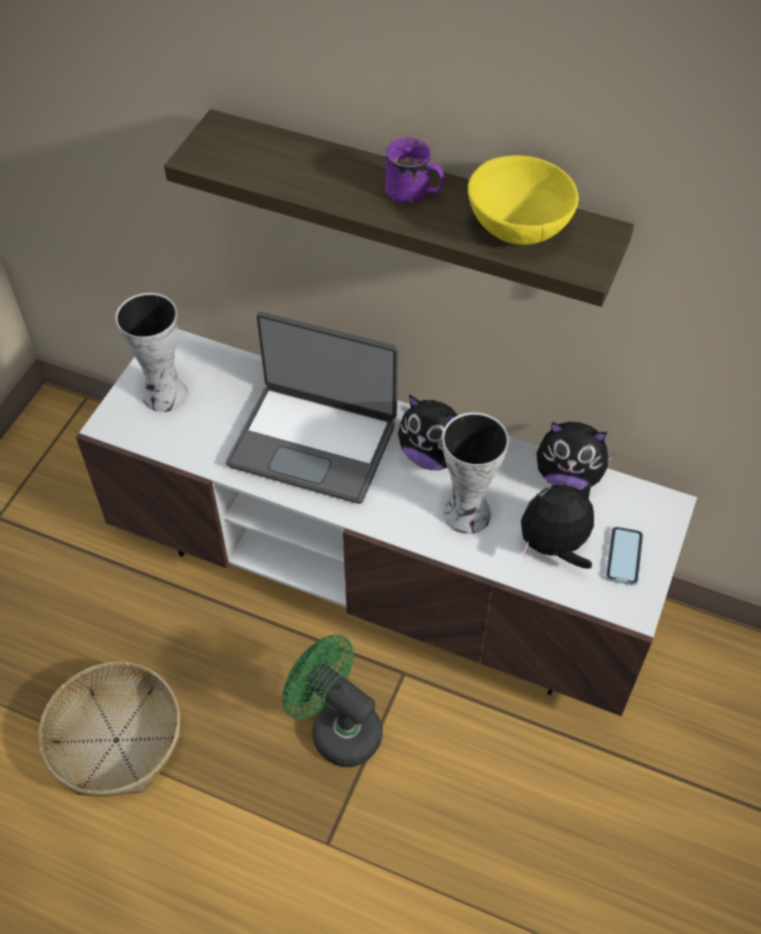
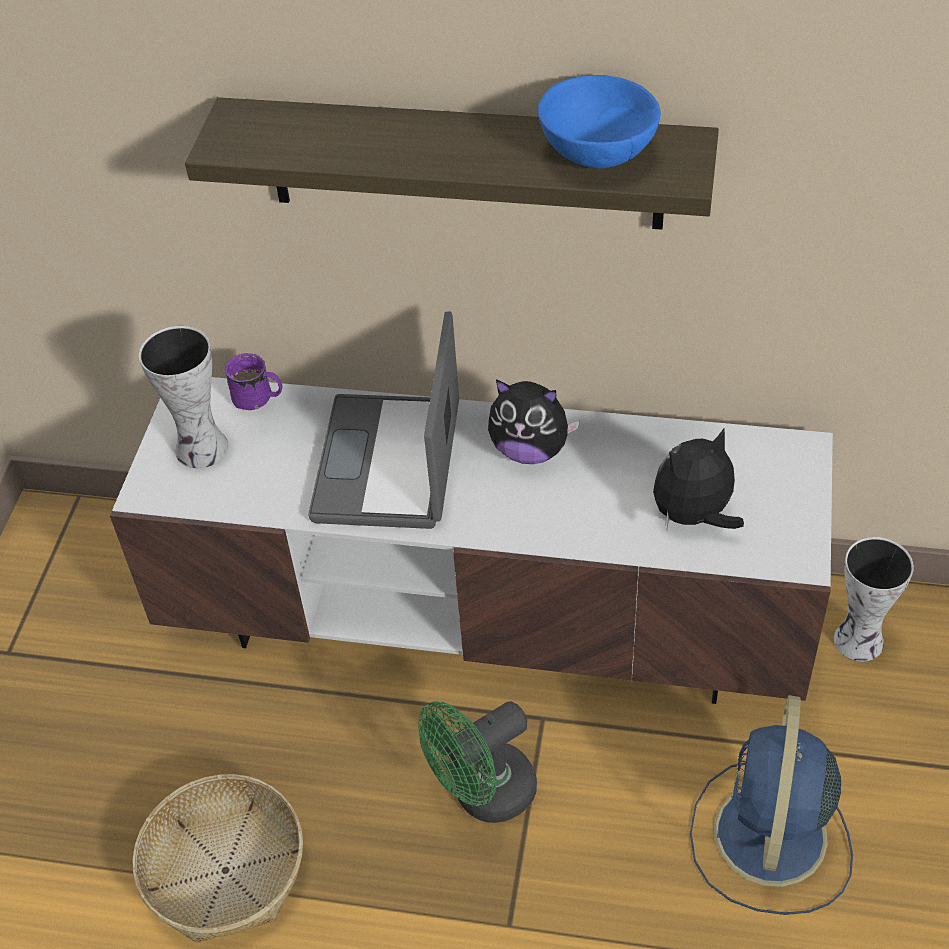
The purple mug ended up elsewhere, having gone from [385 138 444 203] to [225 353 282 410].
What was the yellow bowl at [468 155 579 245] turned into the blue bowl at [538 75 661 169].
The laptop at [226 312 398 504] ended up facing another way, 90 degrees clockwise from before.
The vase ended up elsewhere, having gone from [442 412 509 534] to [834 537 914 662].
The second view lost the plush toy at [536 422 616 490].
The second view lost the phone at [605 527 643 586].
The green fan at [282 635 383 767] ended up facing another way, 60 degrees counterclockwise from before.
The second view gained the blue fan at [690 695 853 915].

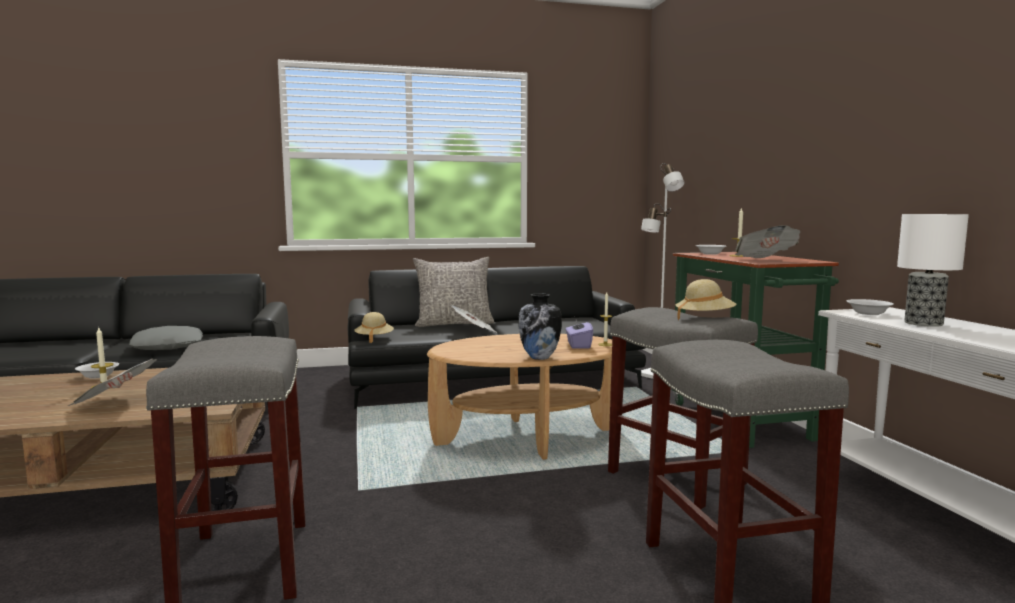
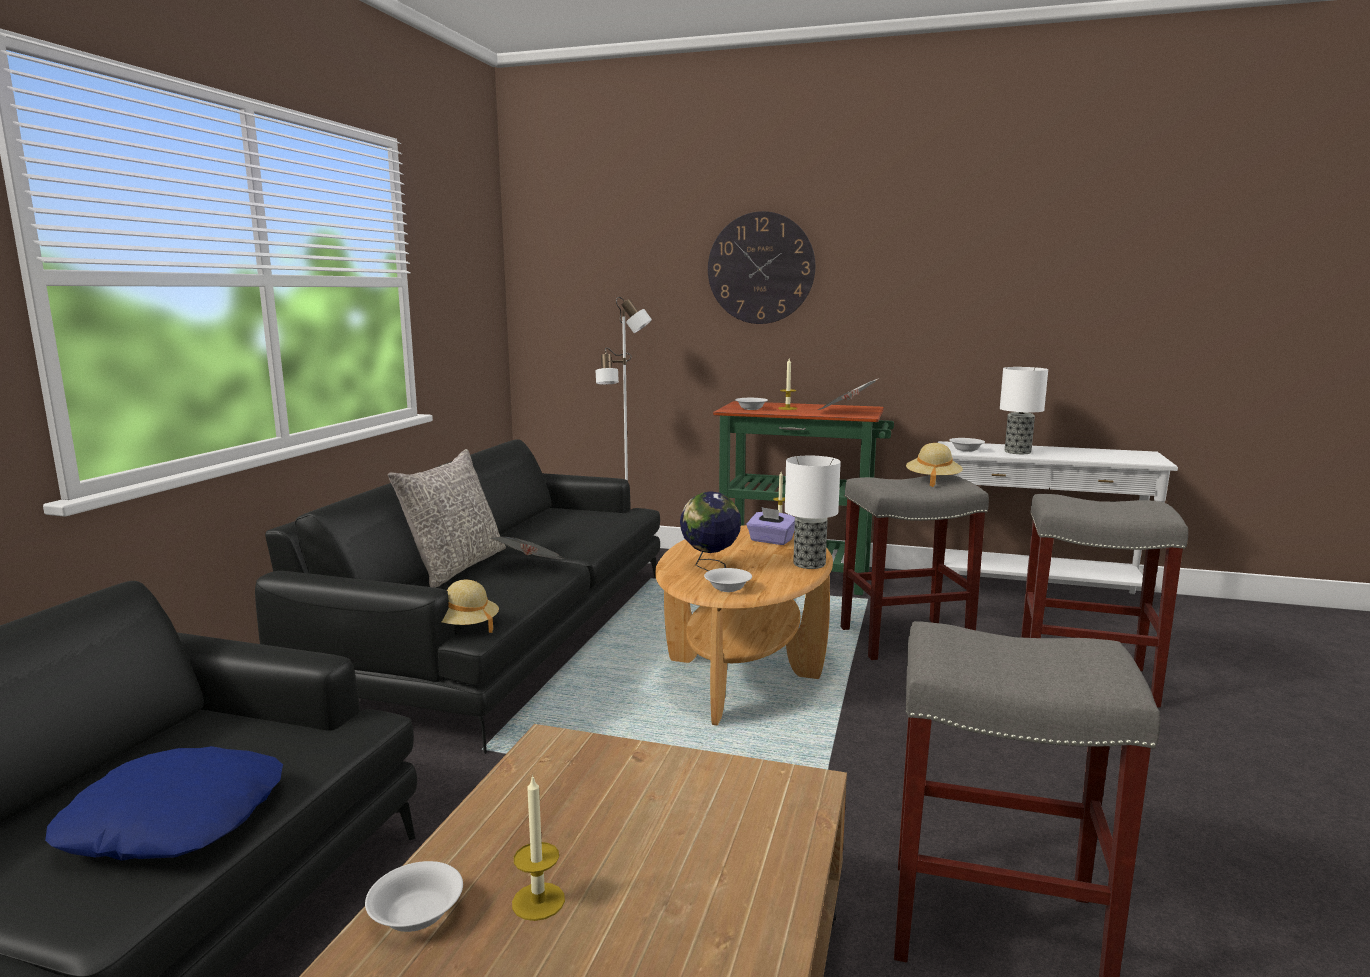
Where the vase stood at [519 294 562 360], the table lamp came to stand at [785 456 841 569].
What was the grey pillow at [129 326 203 350] turned into the blue pillow at [45 746 283 861].
The second view lost the newspaper at [68 359 157 406].
The second view gained the wall clock at [708 211 815 324].
The second view gained the globe at [680 491 741 571].
The second view gained the white bowl at [704 568 752 592].

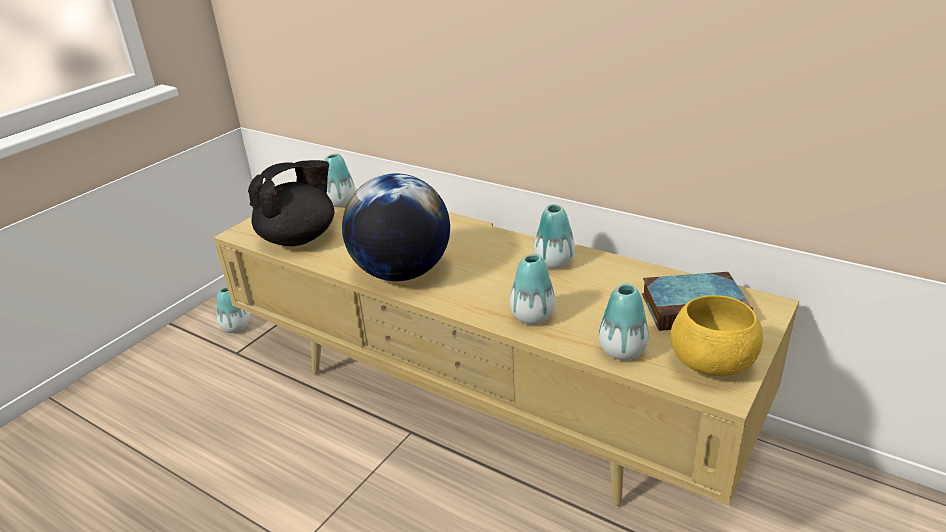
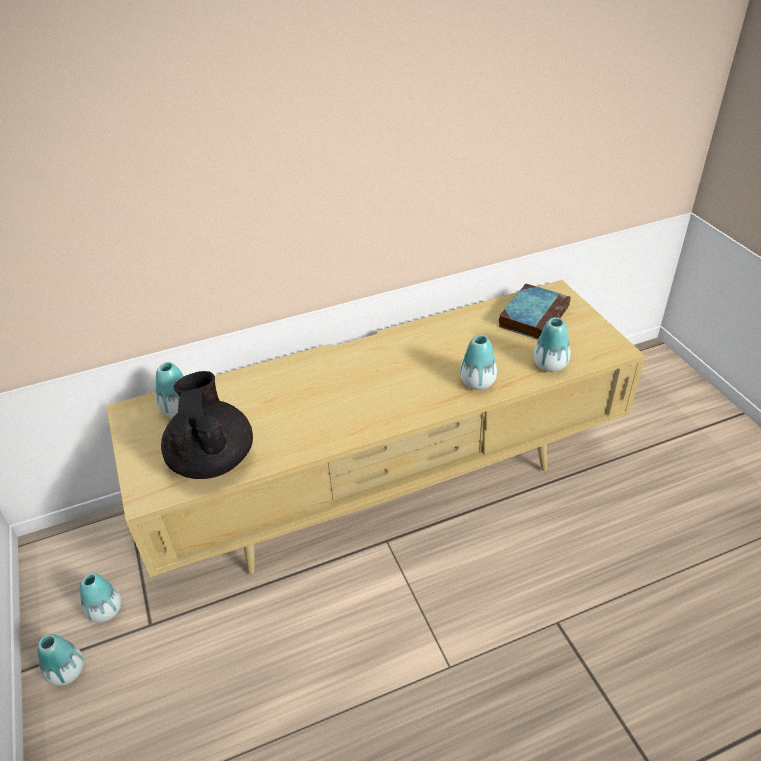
The second view lost the globe at [342 173 450 281].
The vase ended up elsewhere, having gone from [534 204 575 269] to [37 634 84 686].
The second view lost the yellow bowl at [671 295 763 376].

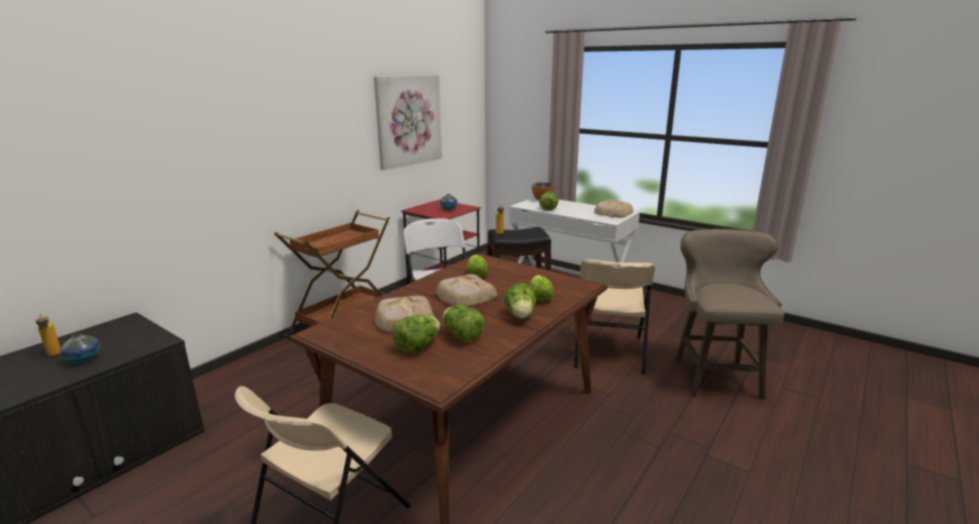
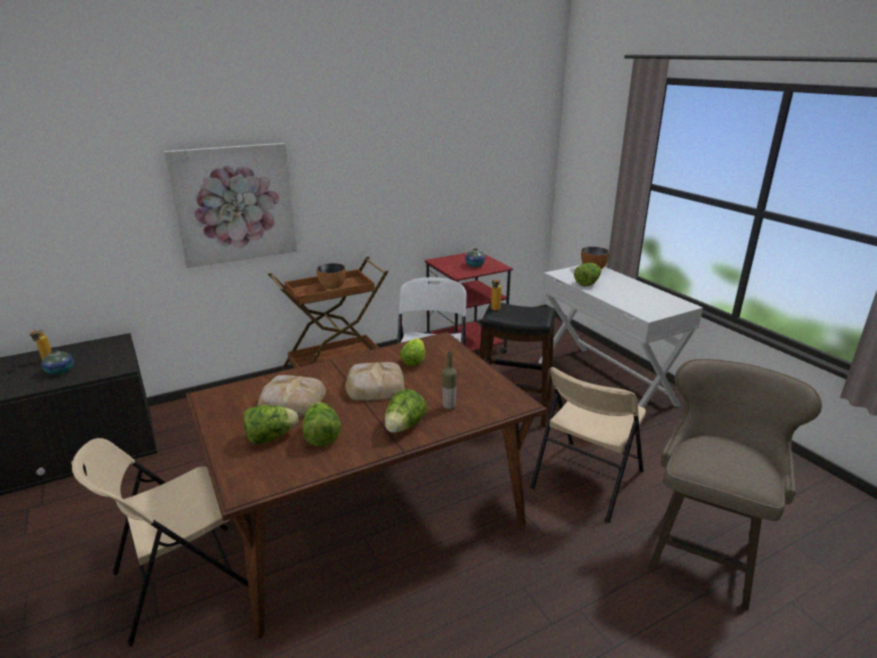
The picture ended up elsewhere, having gone from [374 75 442 170] to [164 143 297 268].
The second view lost the bread at [594 200 633 218].
Where the lettuce stood at [530 275 554 302], the bottle came to stand at [442 351 457 410].
The second view gained the bowl at [316 263 346 289].

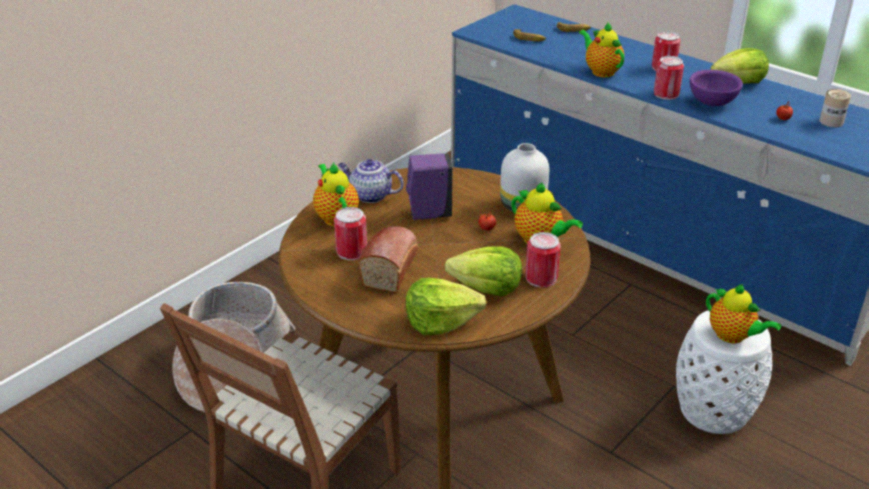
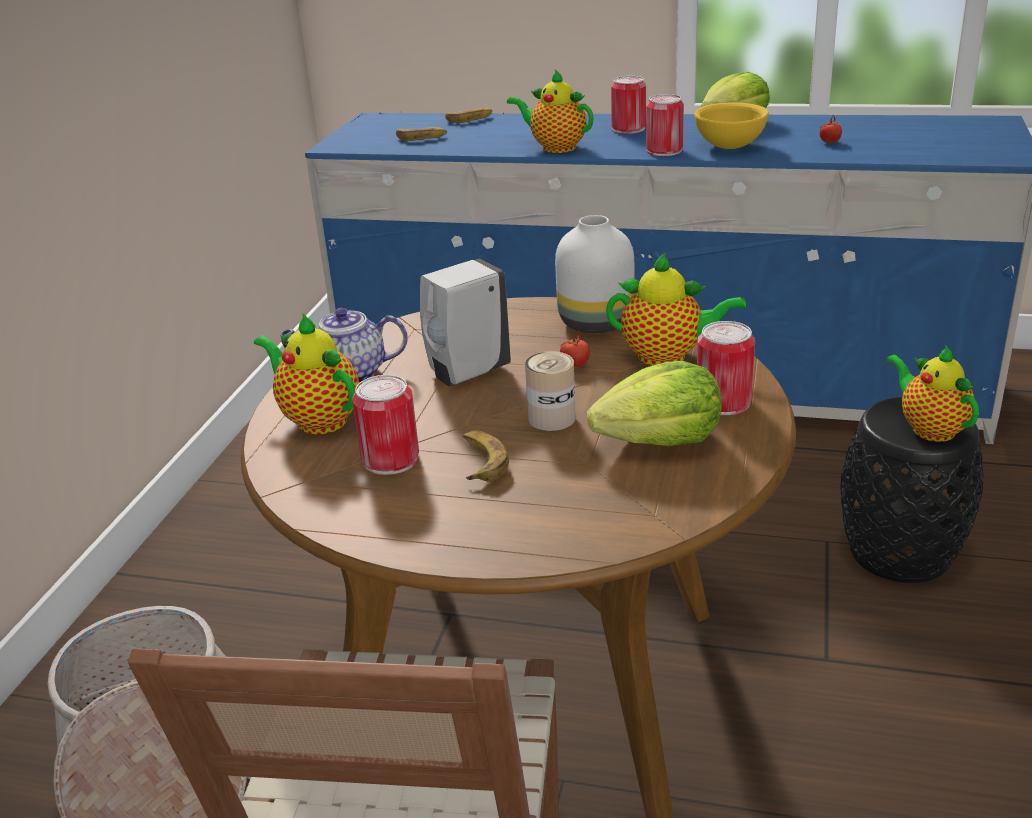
What was the purple bowl at [690 70 743 106] turned into the yellow bowl at [694 103 769 149].
The can ended up elsewhere, having gone from [819 89 851 127] to [525 351 576 431].
What was the purple soap dispenser at [406 153 453 220] turned into the white soap dispenser at [420 259 511 386].
Where the bread stood at [358 226 418 293], the banana came to stand at [463 430 509 481].
The second view lost the lettuce at [406 278 487 335].
The teapot at [706 284 781 343] ended up facing another way, 135 degrees counterclockwise from before.
What was the white stool at [676 310 772 434] turned into the black stool at [841 397 983 583].

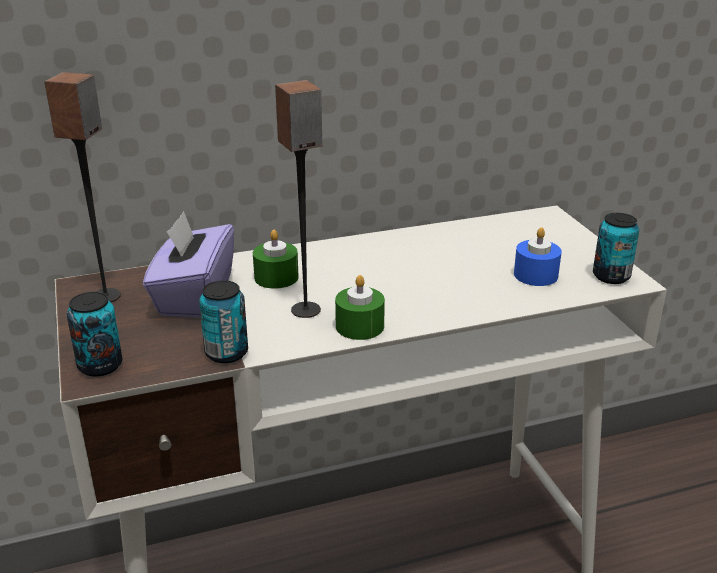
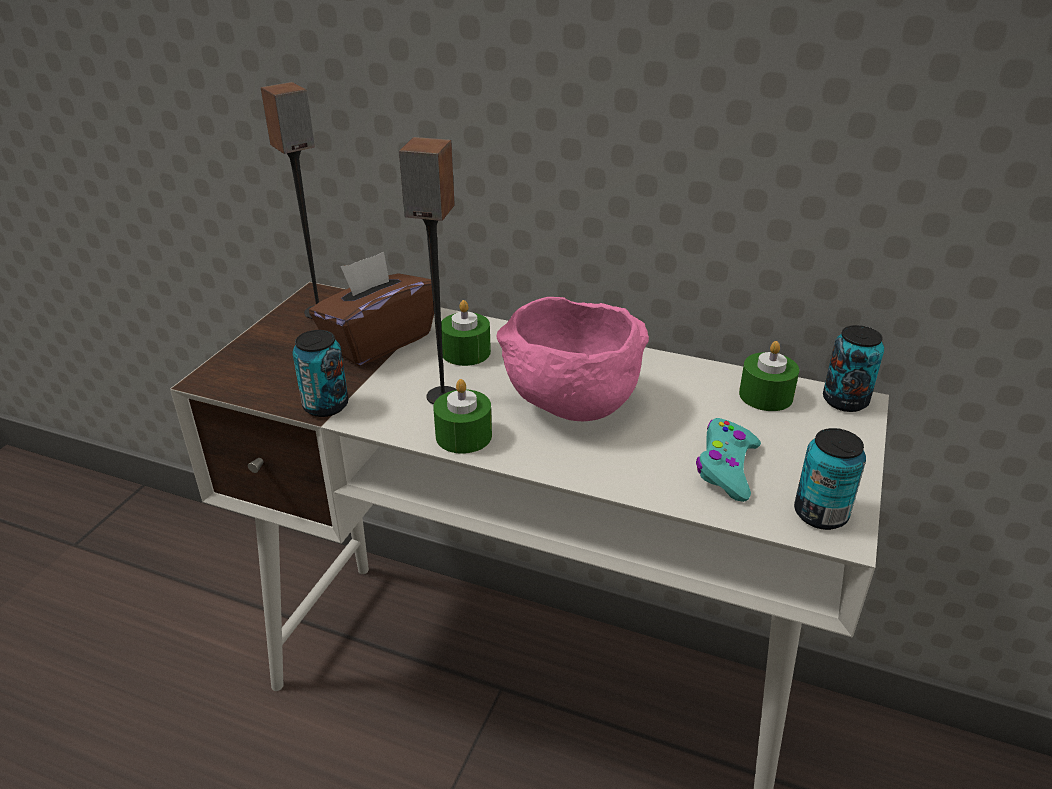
What was the purple tissue box at [143 211 234 317] turned into the brown tissue box at [309 251 434 366].
Where the blue candle stood at [514 227 562 286], the turquoise game controller came to stand at [696 418 761 502].
The can ended up elsewhere, having gone from [67 292 122 377] to [823 325 884 412].
The second view gained the pink bowl at [496 297 649 421].
The second view gained the green candle at [739 341 799 411].

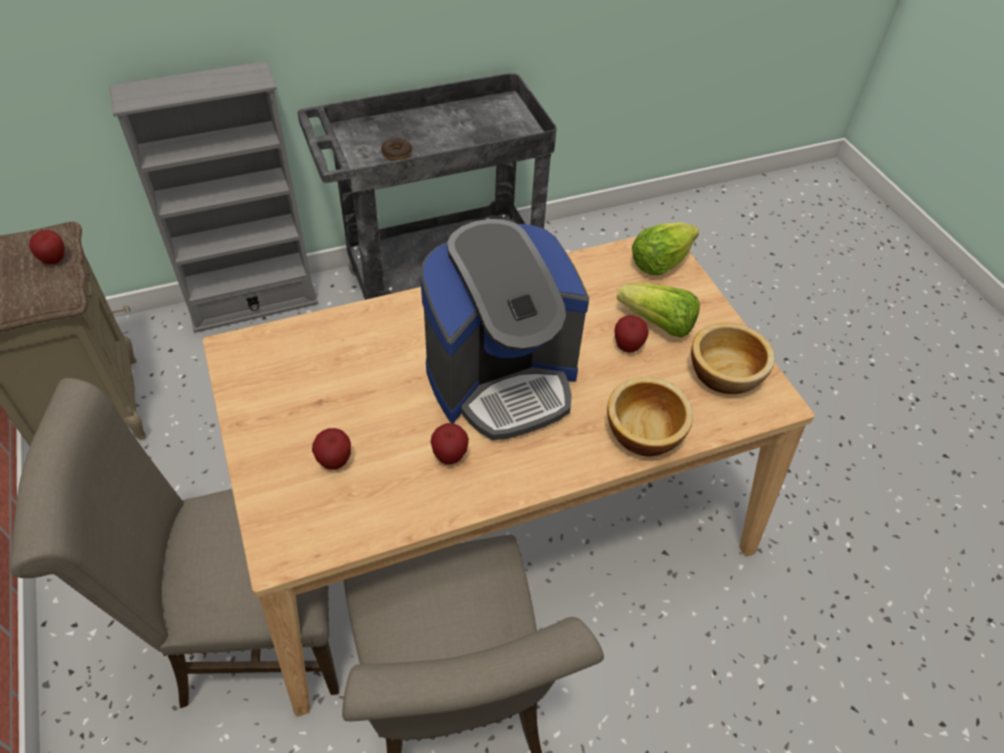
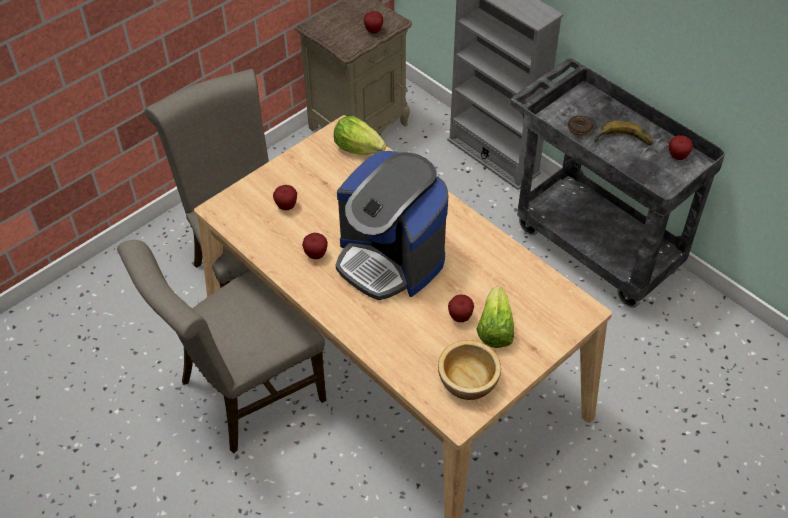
The lettuce ended up elsewhere, having gone from [632 222 699 276] to [334 116 386 155].
The second view lost the bowl at [607 377 693 457].
The second view gained the banana at [594 121 653 145].
The second view gained the apple at [669 135 693 160].

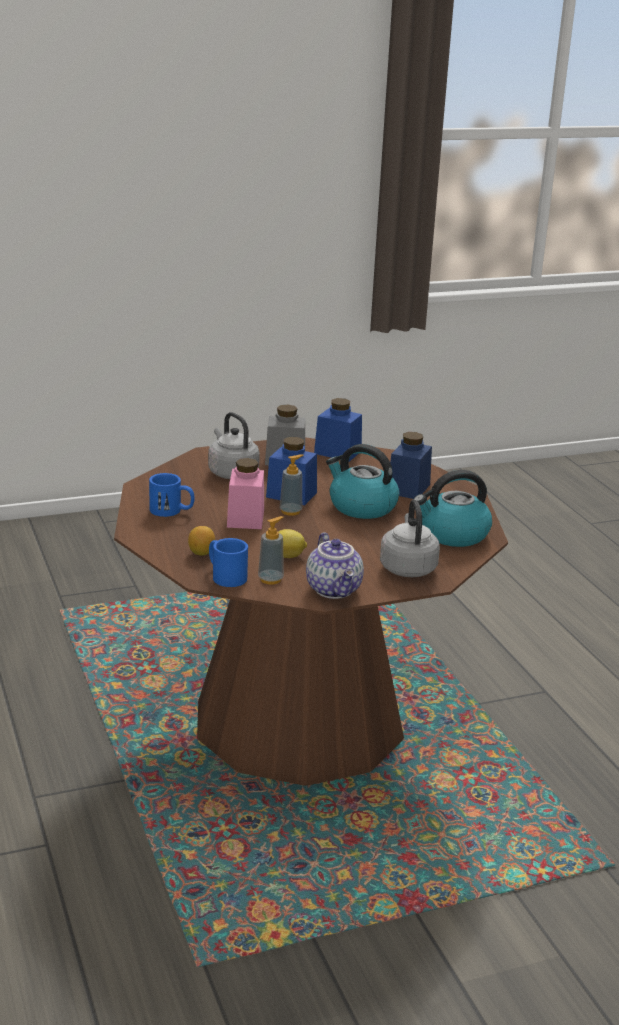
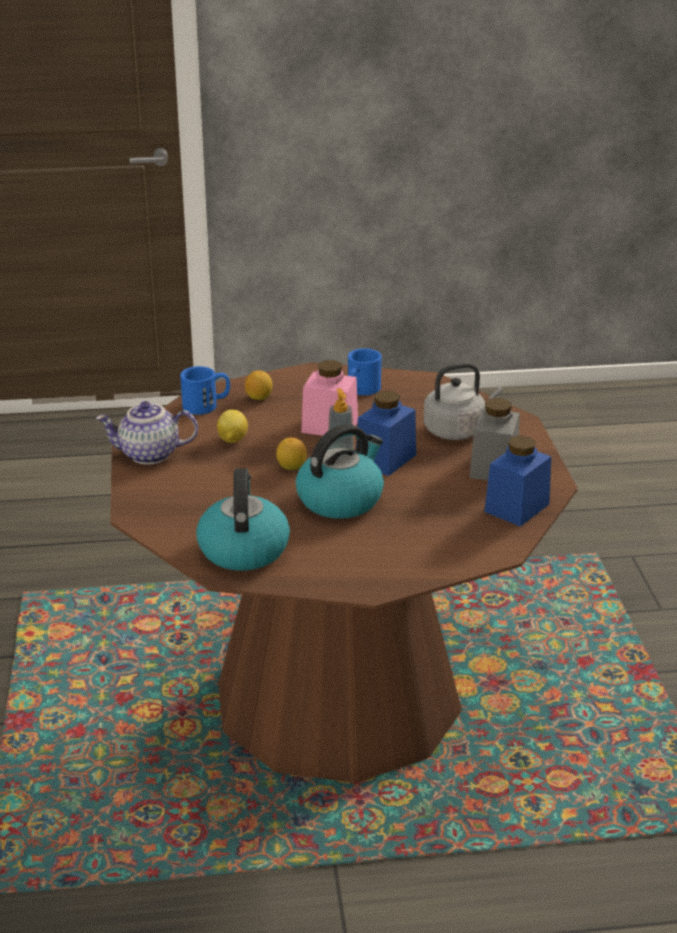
The second view lost the blue jar at [390 432 432 499].
The second view lost the grey kettle at [380 500 440 577].
The second view lost the soap dispenser at [258 516 284 585].
The second view gained the lemon at [276 438 307 470].

